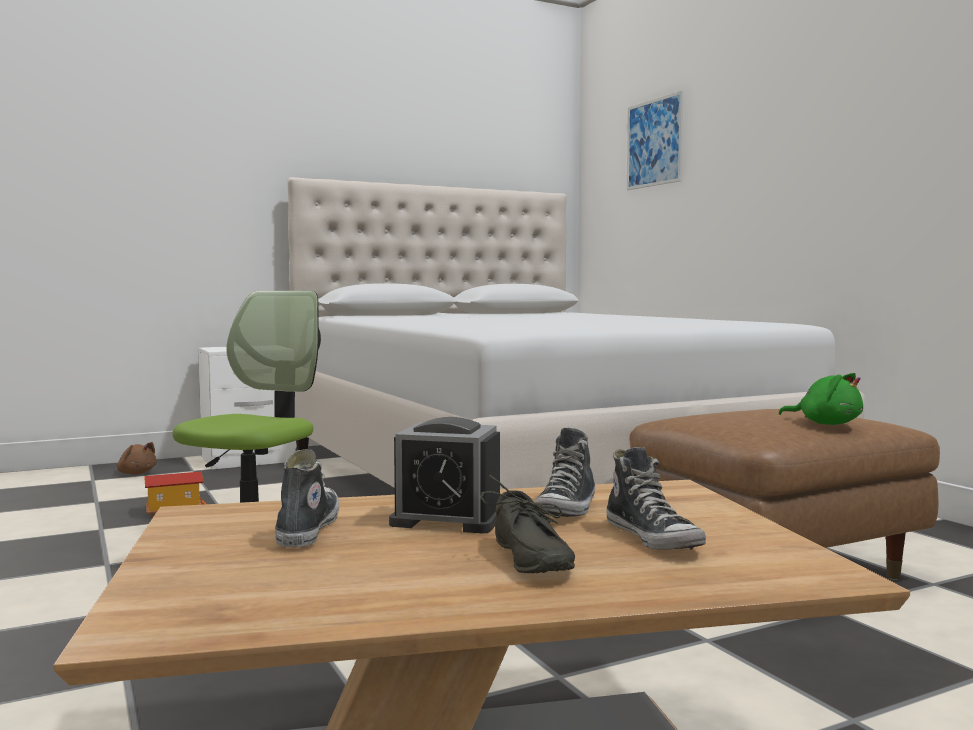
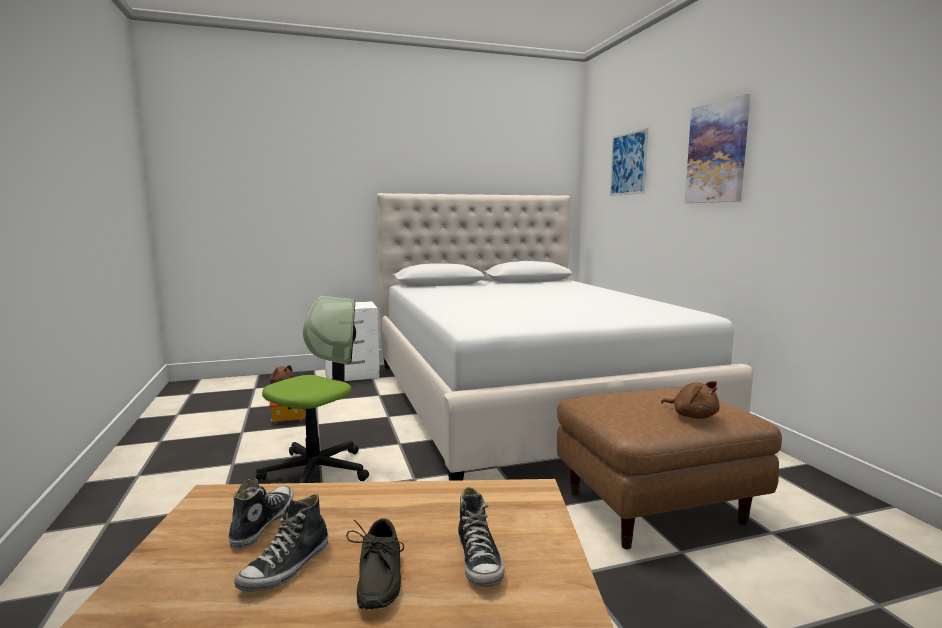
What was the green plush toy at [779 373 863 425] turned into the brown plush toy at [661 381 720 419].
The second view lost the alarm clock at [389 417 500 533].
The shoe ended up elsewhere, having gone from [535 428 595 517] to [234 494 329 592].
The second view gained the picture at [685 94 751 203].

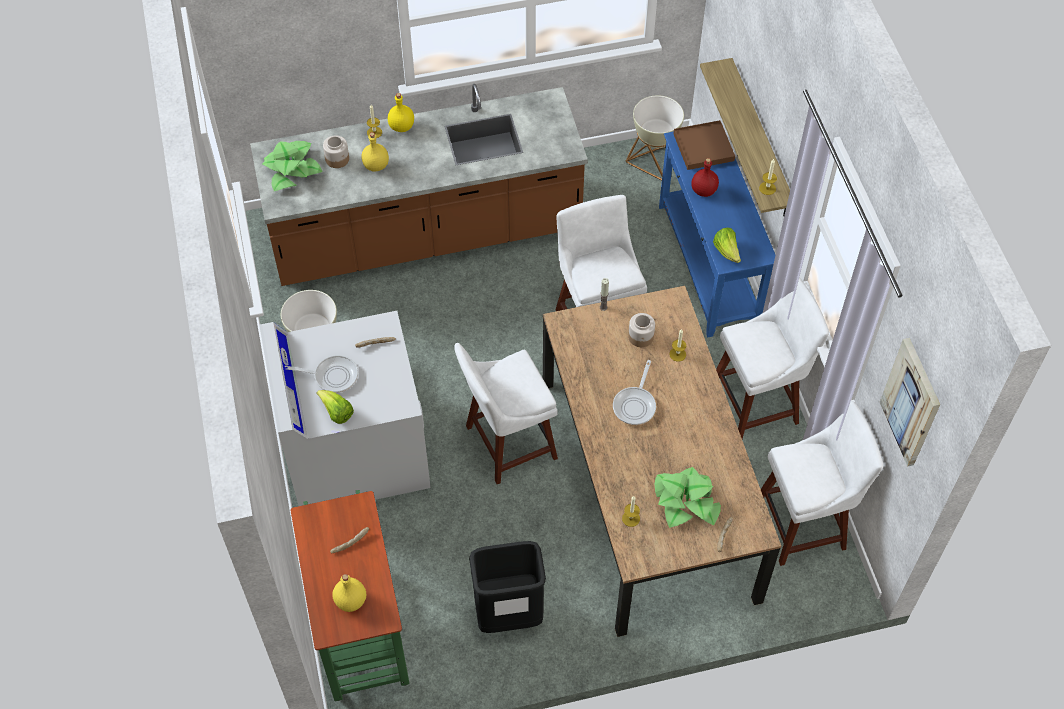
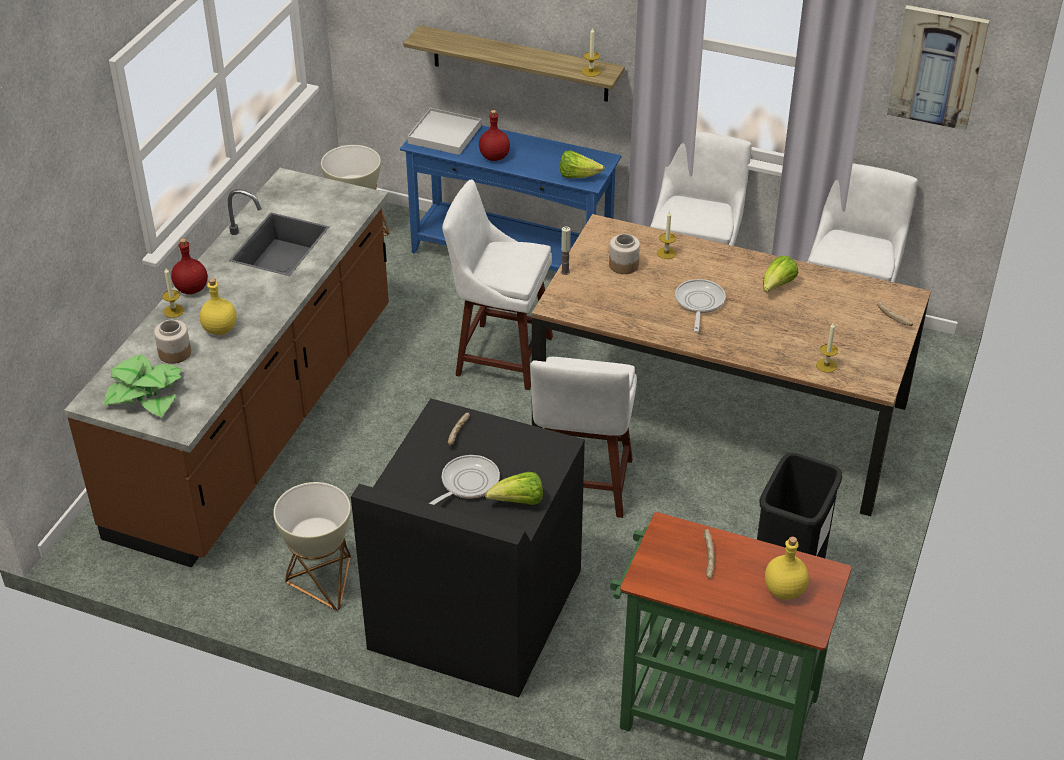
What was the yellow bottle at [388 93 414 132] turned into the red bottle at [171 238 208 294].
What was the brown tray at [673 120 735 170] turned into the white tray at [408 108 481 155].
What was the white washing machine at [259 311 431 506] turned into the black washing machine at [351 398 585 698].
The frying pan at [613 360 656 425] ended up facing another way, 135 degrees counterclockwise from before.
The second view lost the potted plant at [655 467 721 528].
The second view gained the lettuce at [763 256 798 292].

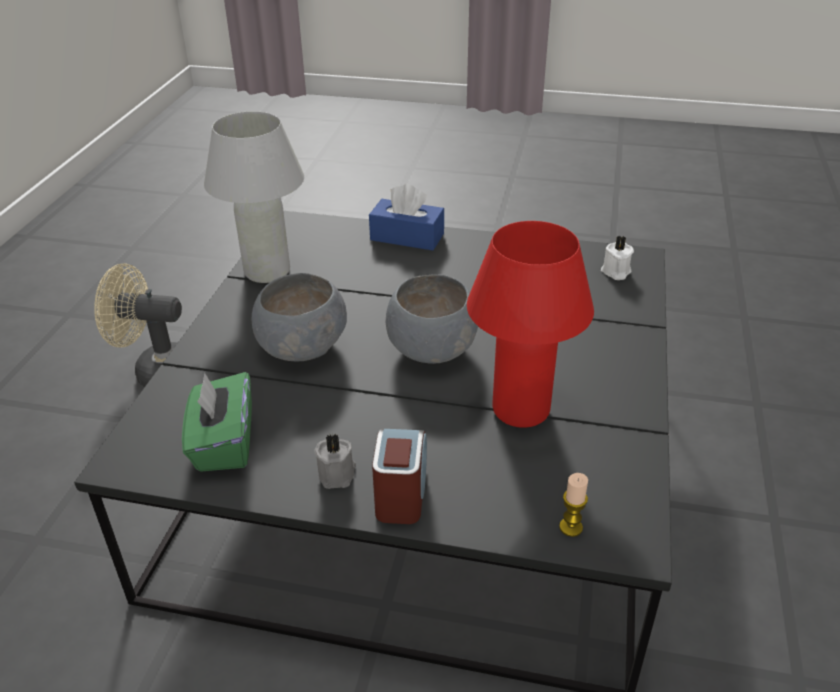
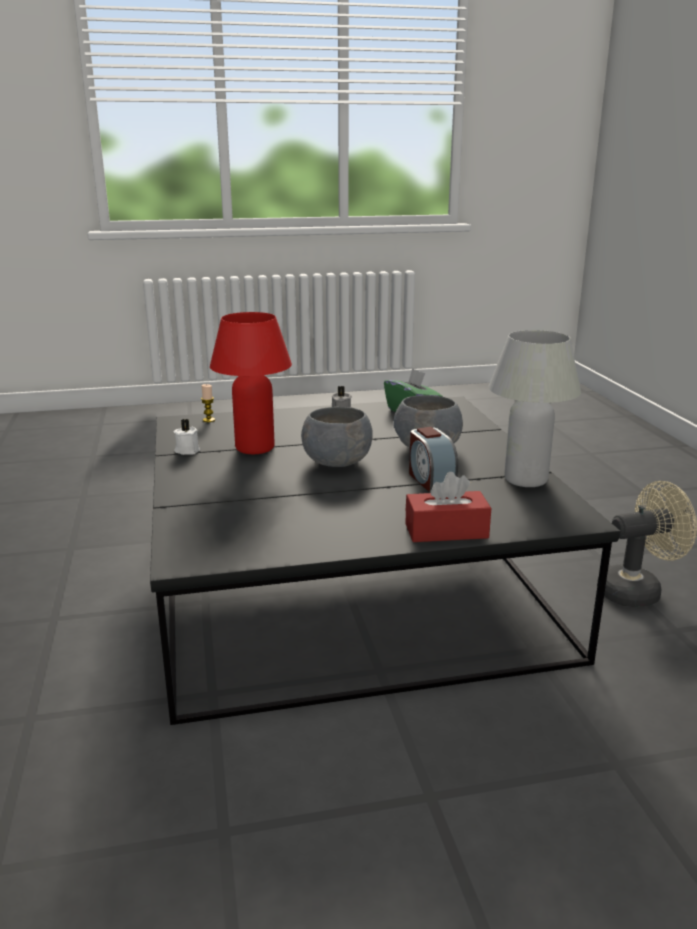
What was the blue tissue box at [369 184 444 250] turned into the red tissue box at [405 472 491 542].
The white candle ended up elsewhere, having gone from [601 235 634 280] to [174 419 200 455].
The alarm clock ended up elsewhere, having gone from [372 428 427 524] to [409 427 458 493].

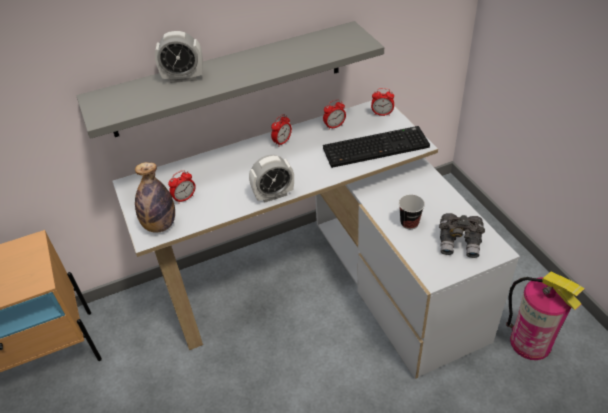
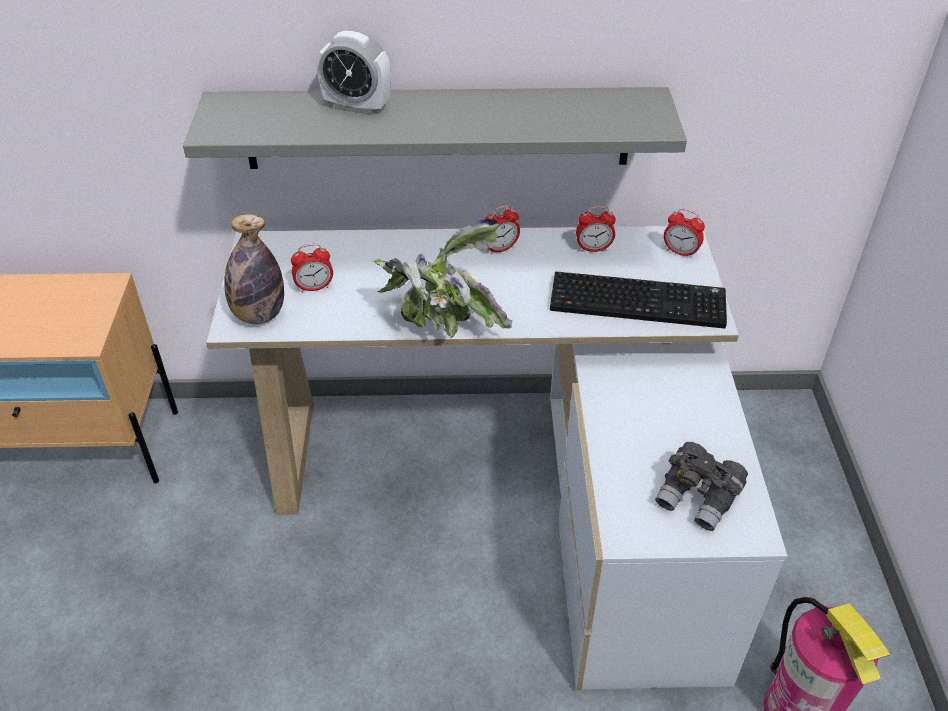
Where the alarm clock stood at [249 155 294 203], the potted plant came to stand at [373 218 512 339].
The second view lost the cup at [399 195 425 229].

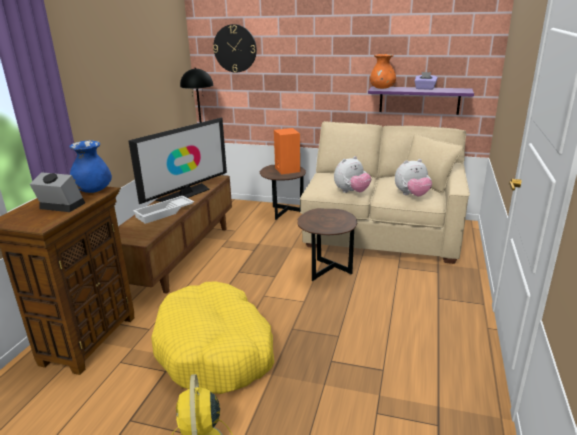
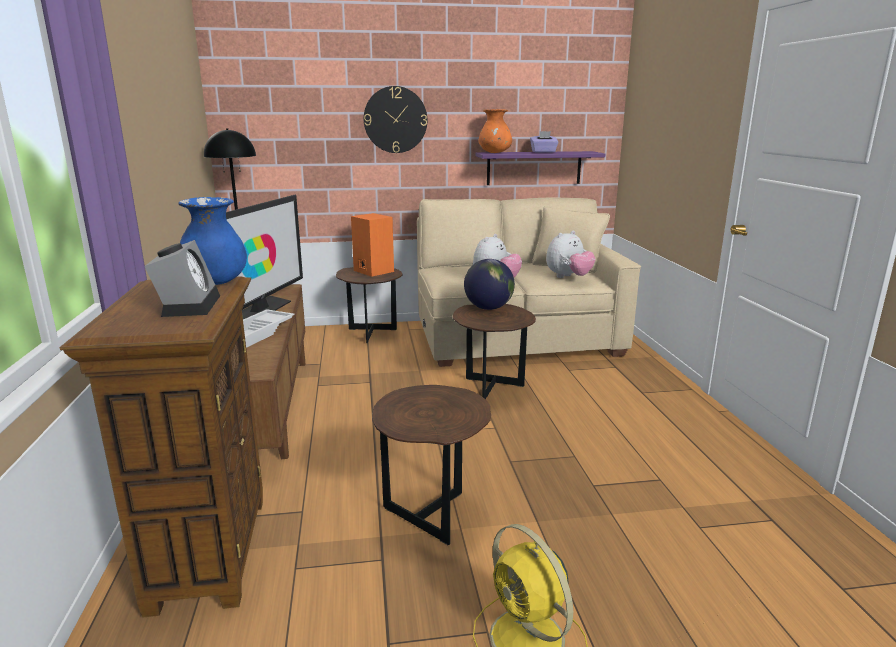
The wall clock ended up elsewhere, having gone from [213 24 257 73] to [364 86 427 153].
The alarm clock at [30 172 85 212] ended up facing another way, 90 degrees clockwise from before.
Where the yellow dog bed stood at [151 281 275 394], the brown side table came to stand at [372 385 491 545].
The second view gained the globe at [464 259 515 310].

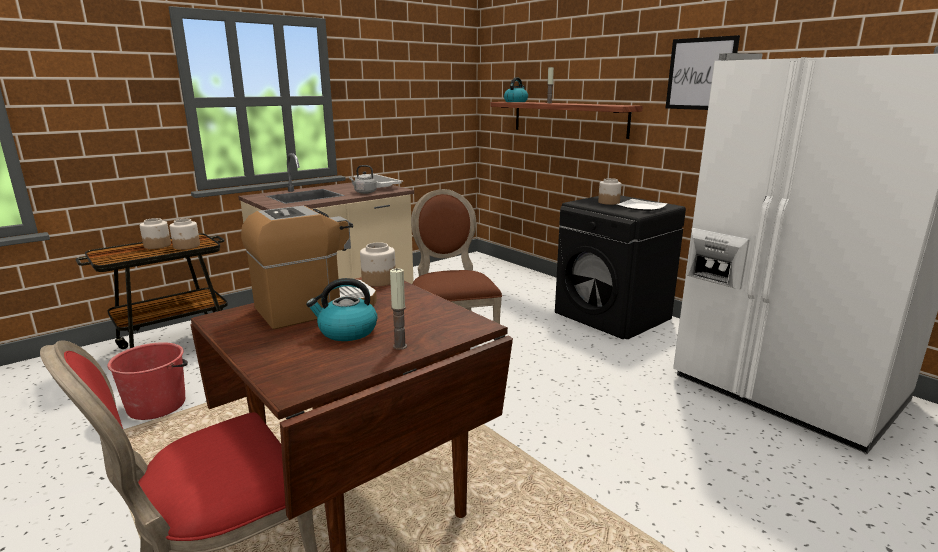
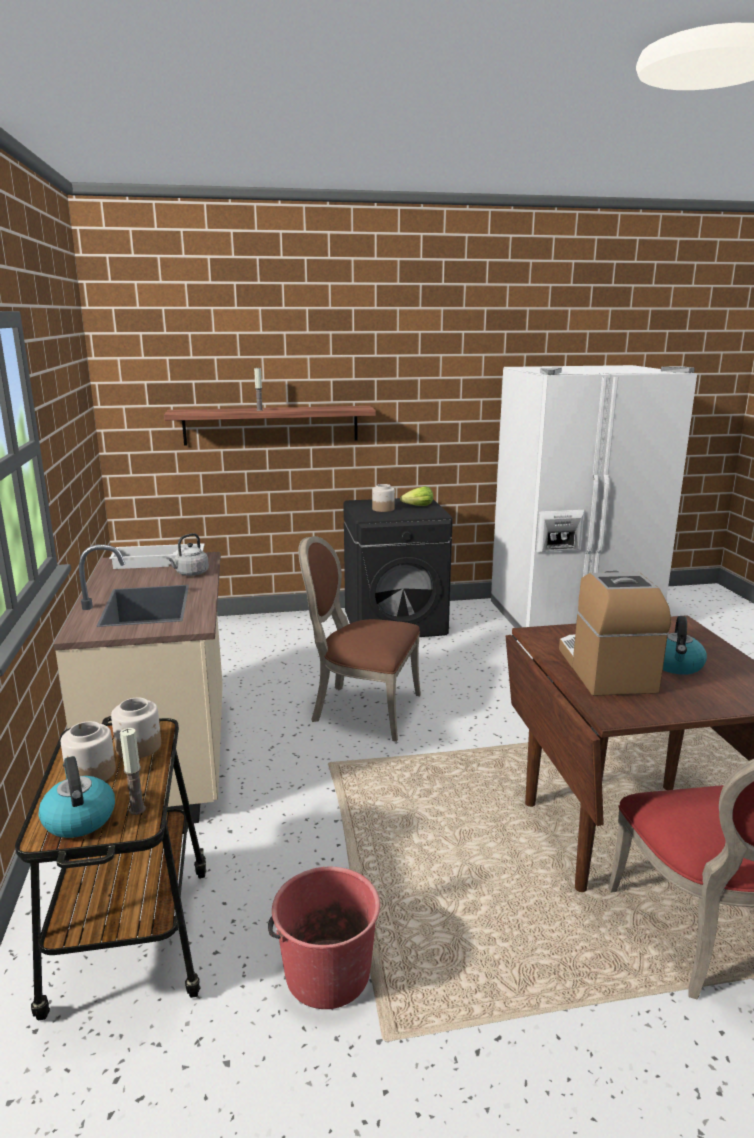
The second view lost the picture at [666 35 740 110].
The kettle ended up elsewhere, having gone from [504 77 528 102] to [38 756 115 838].
Where the plate stood at [616 199 667 211], the lettuce came to stand at [400 486 433 506].
The second view lost the jar at [360 242 396 286].
The candle ended up elsewhere, having gone from [390 268 407 350] to [120 728 145 815].

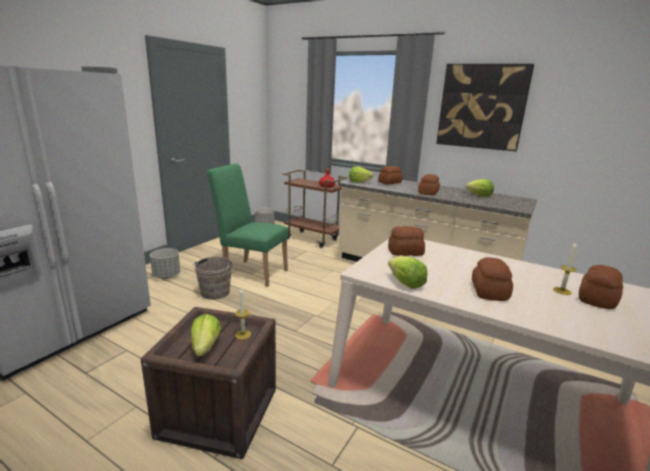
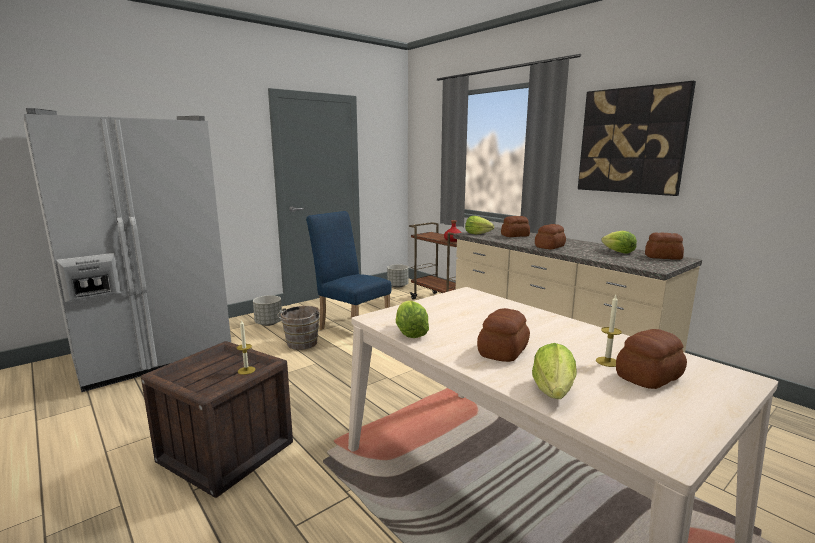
What was the green chair at [207 163 289 287] turned into the blue chair at [306 211 391 330].
The bread ended up elsewhere, having gone from [388 226 425 256] to [645 232 684 260].
The lettuce ended up elsewhere, having gone from [191 314 221 356] to [532 343 577 399].

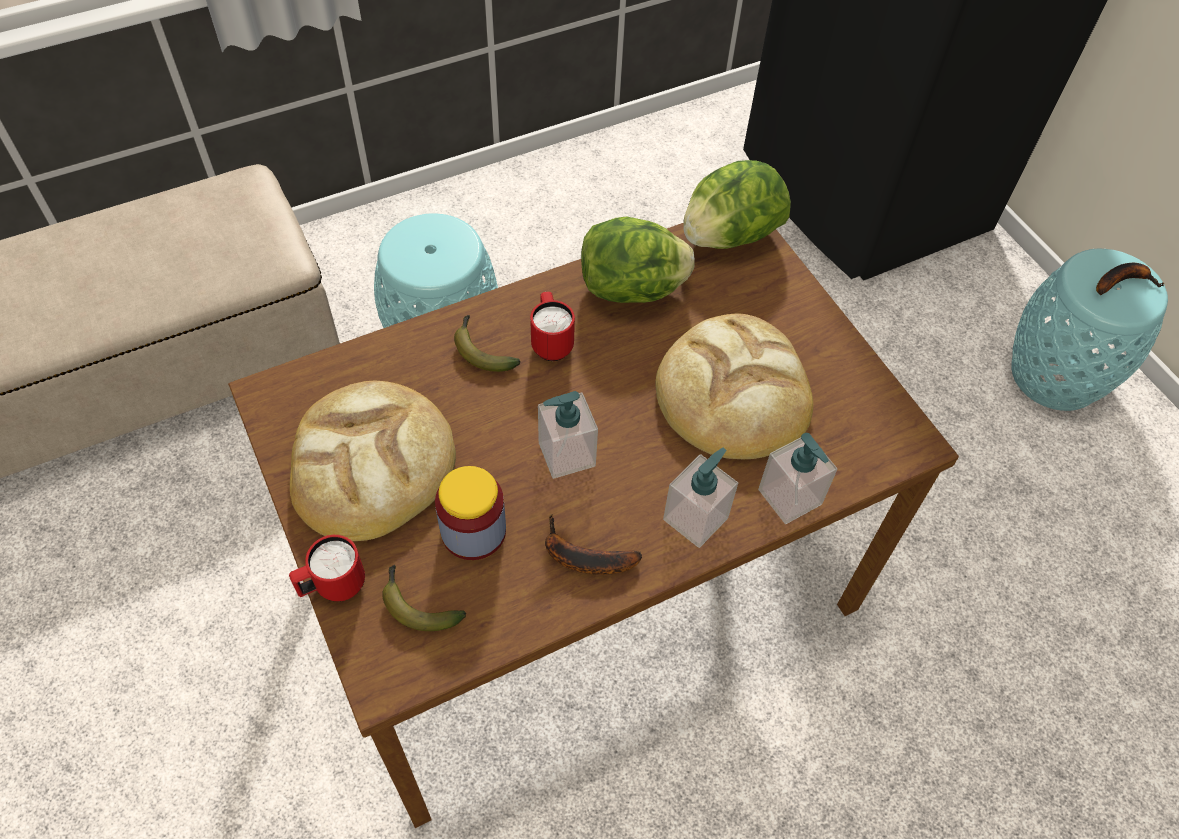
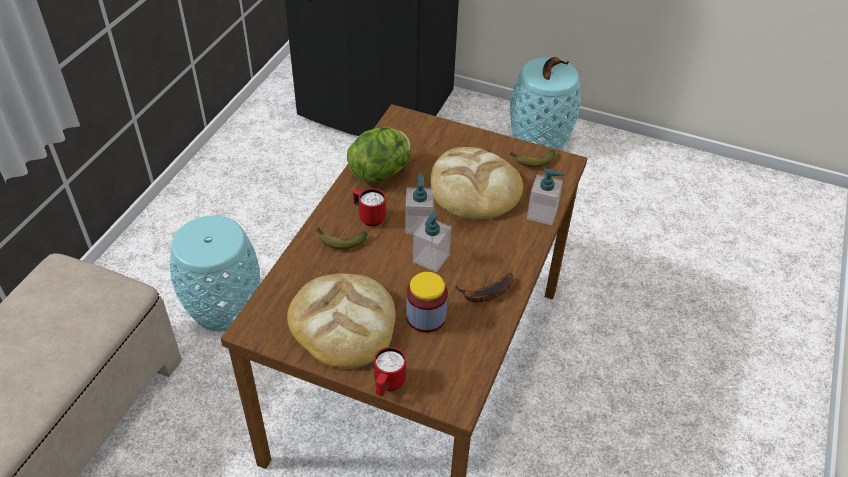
The second view lost the lettuce at [684 160 791 249].
The soap dispenser ended up elsewhere, having gone from [663 448 738 548] to [405 173 434 234].
The banana ended up elsewhere, having gone from [382 565 466 631] to [510 150 555 167].

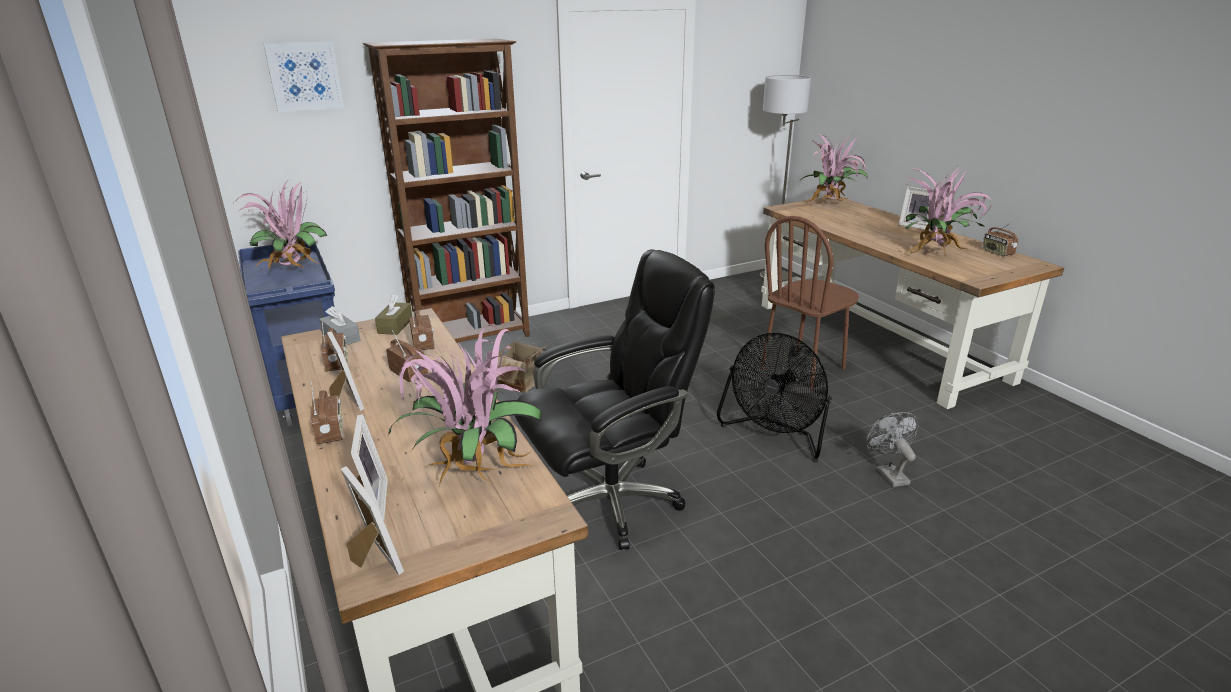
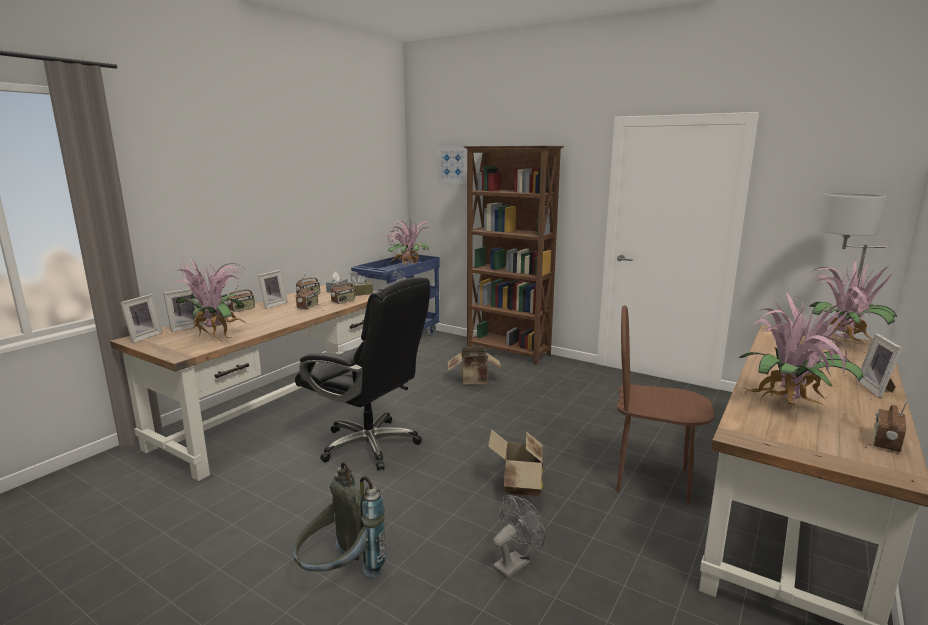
Where the black fan stood at [717 333 832 462], the cardboard box came to stand at [488 429 544 496].
The second view gained the grey backpack at [293 462 386 578].

